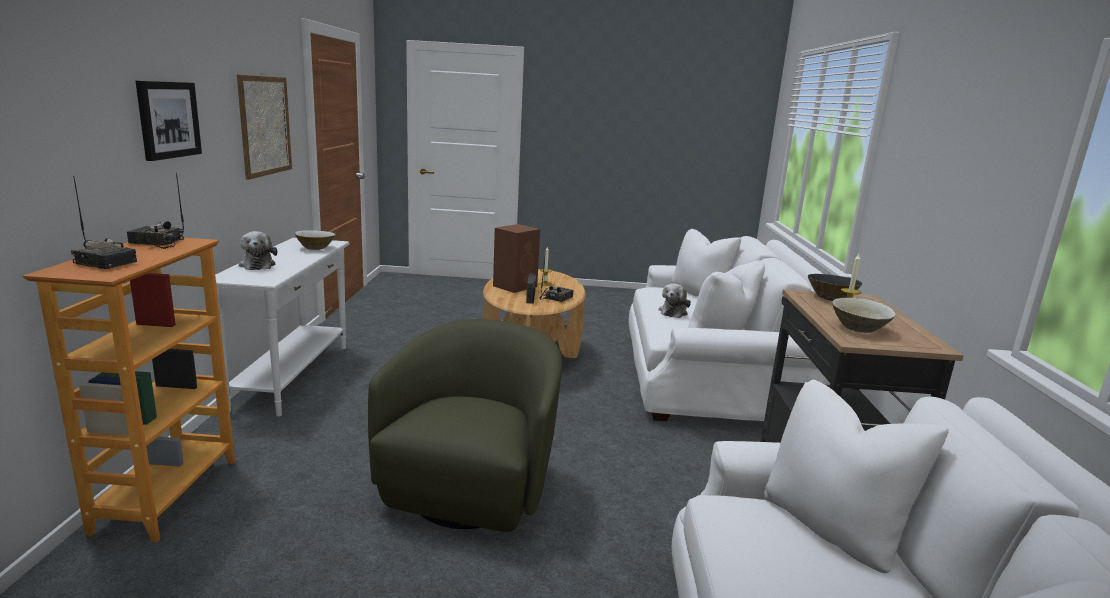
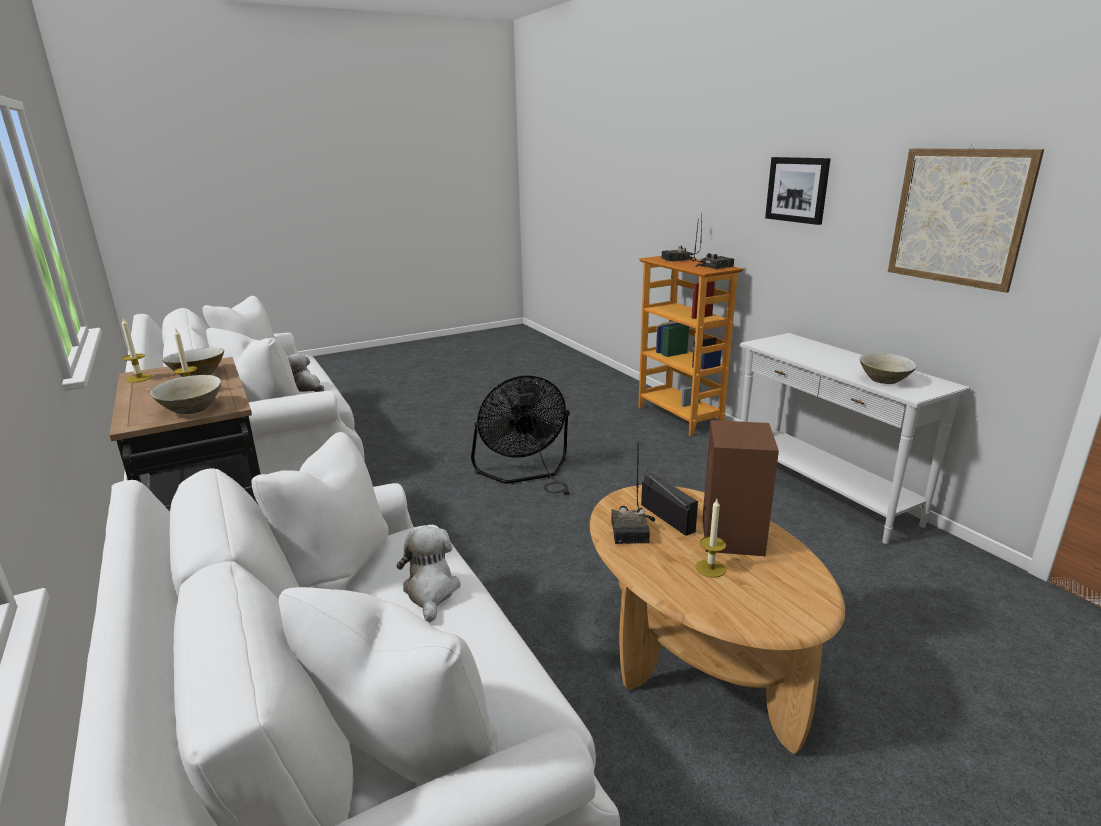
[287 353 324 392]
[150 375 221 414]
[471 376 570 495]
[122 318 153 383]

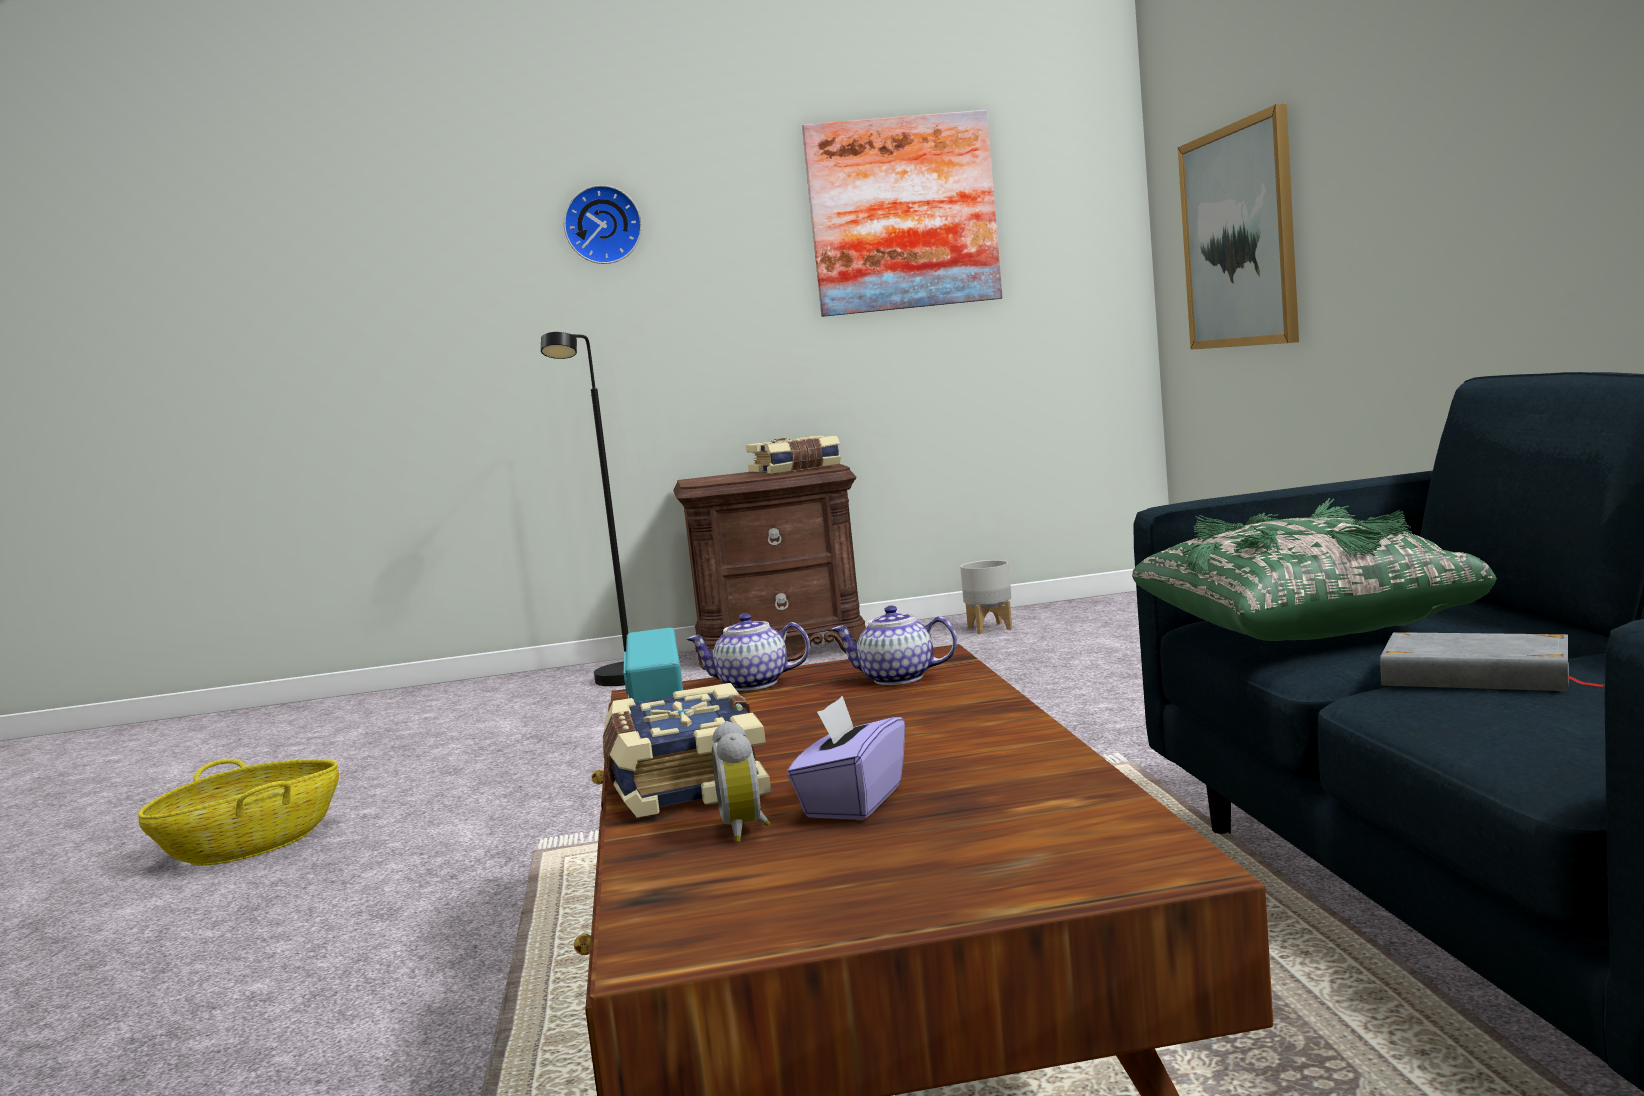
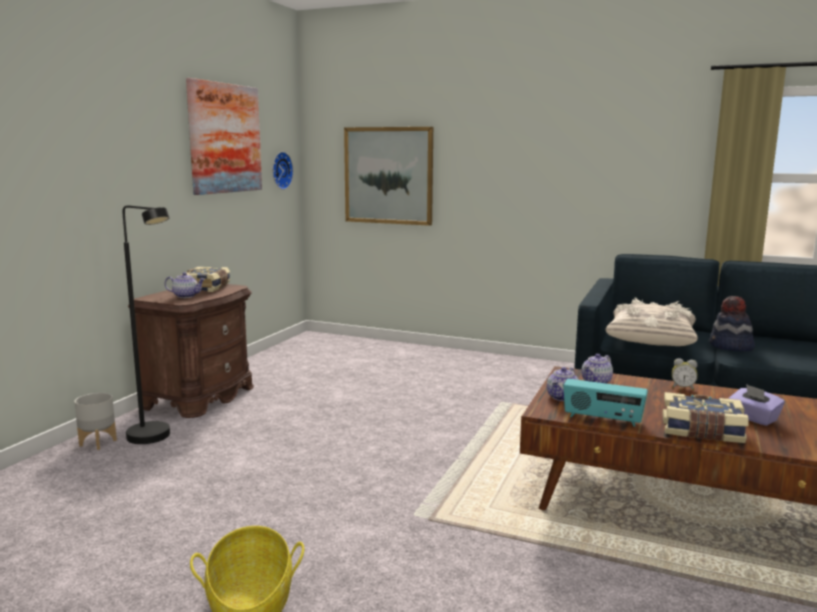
[272 152 293 190]
[606 297 698 346]
[74 393 117 450]
[709 296 755 352]
[672 358 698 390]
[164 272 205 298]

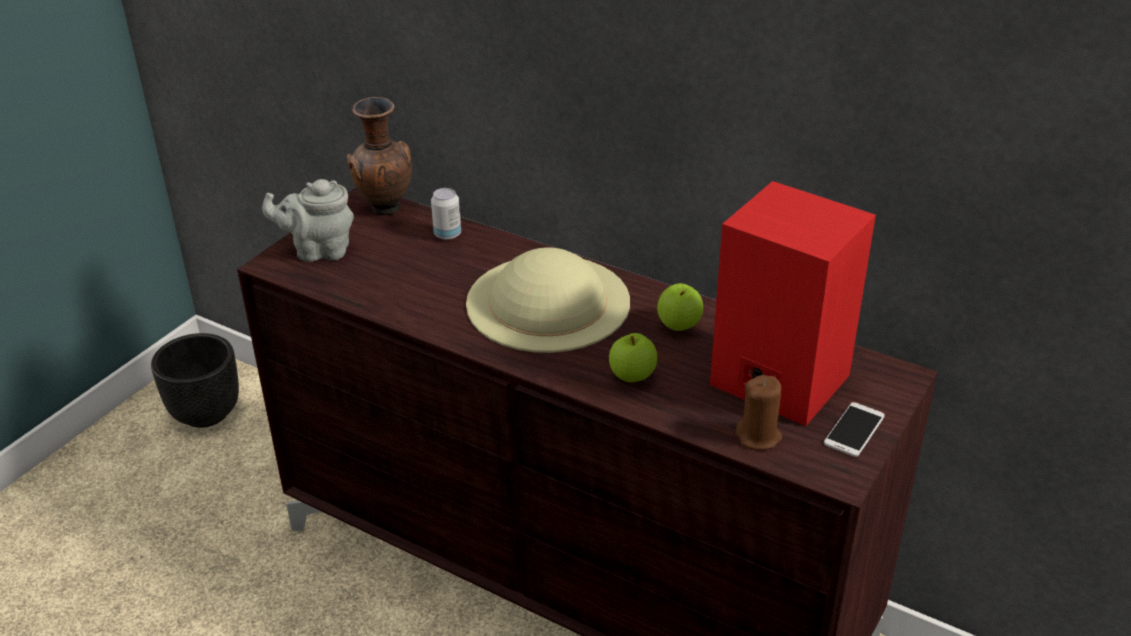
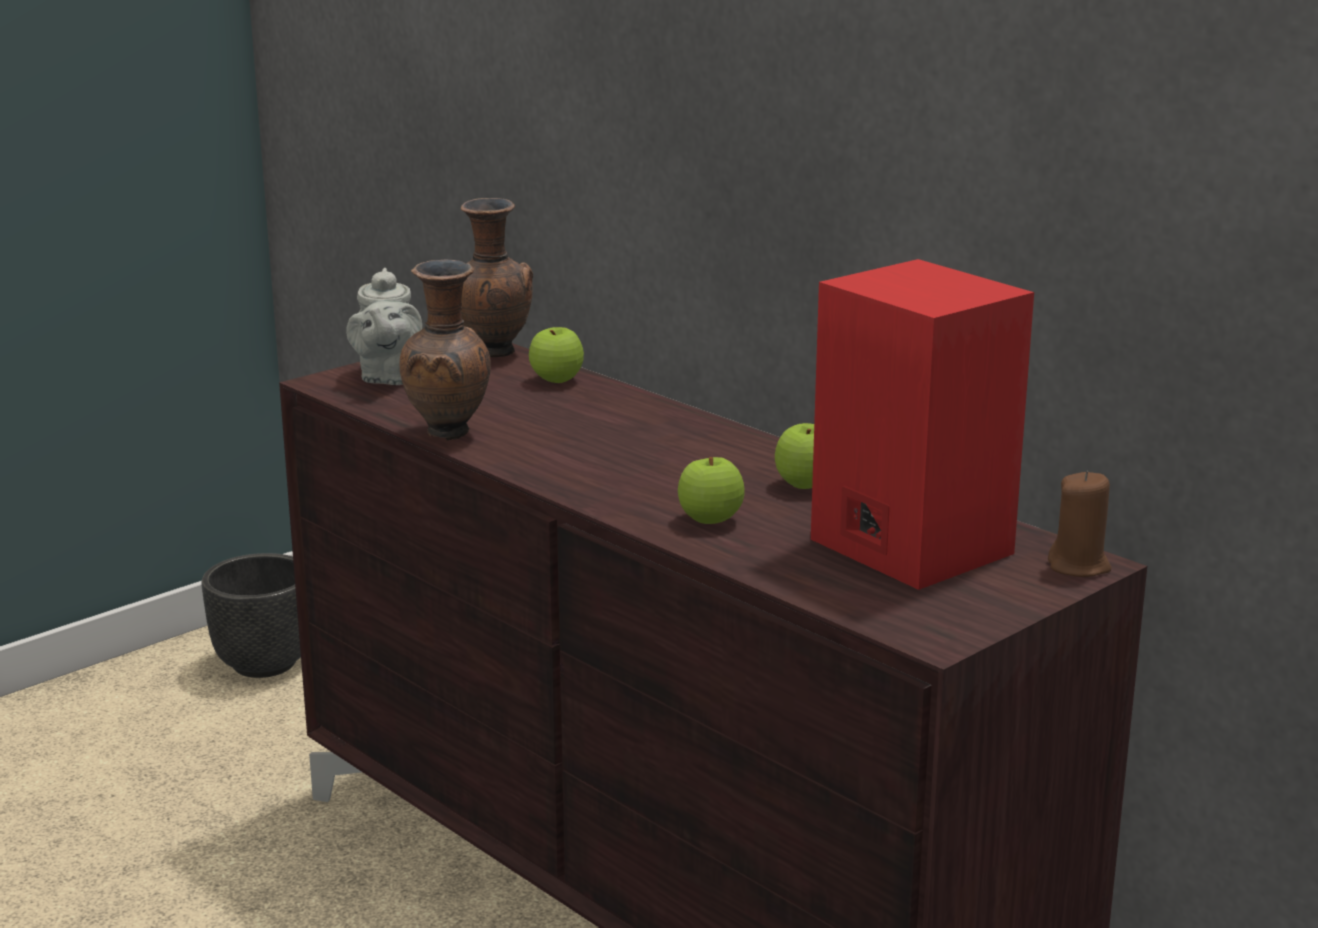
[346 268 422 385]
[529 327 584 383]
[466 247 630 353] (first image)
[1048 471 1111 577]
[824 402 885 457] (first image)
[400 260 491 441]

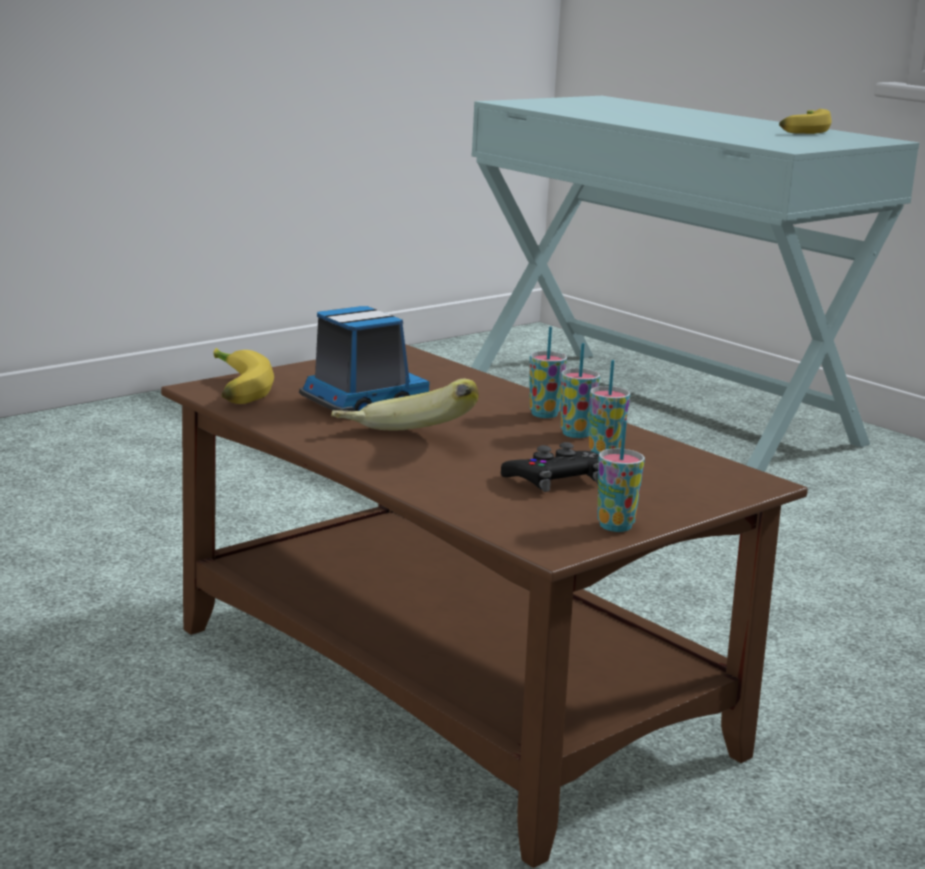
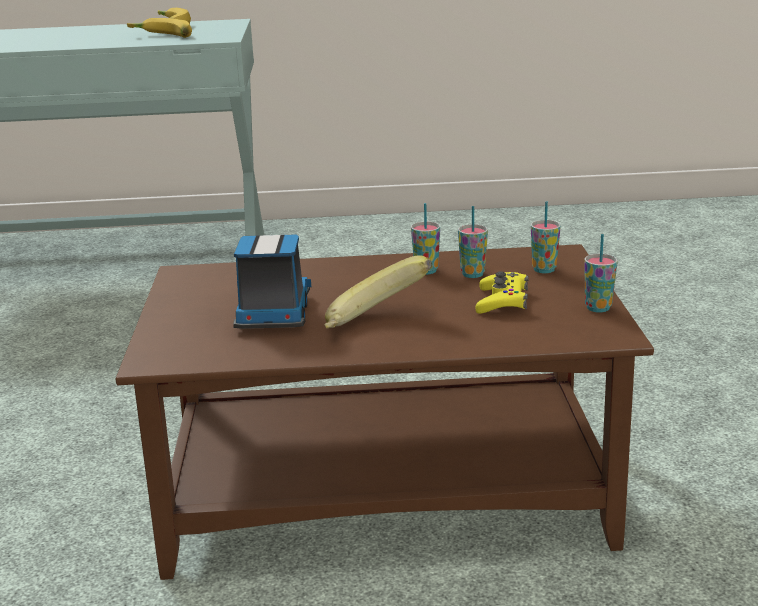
[531 201 561 273]
[127 18 192 38]
[476 271 529 314]

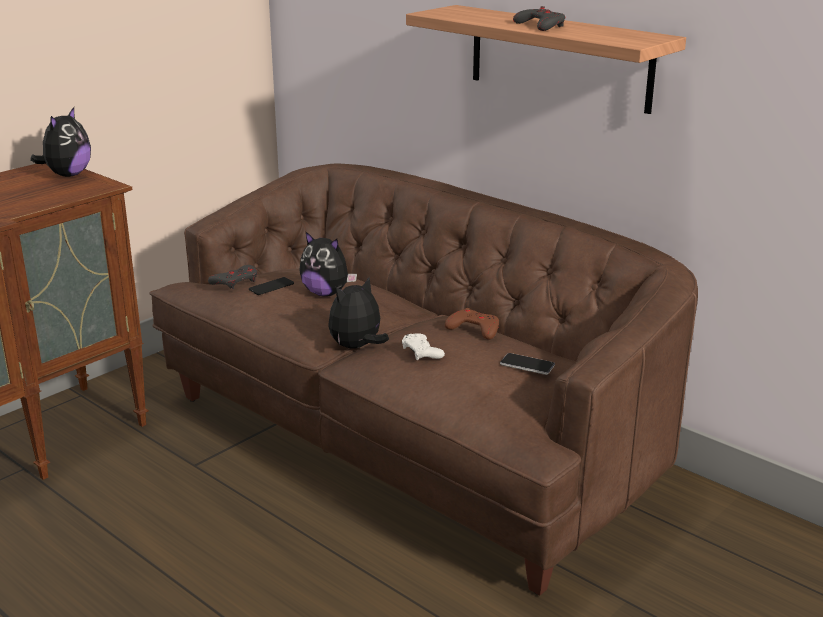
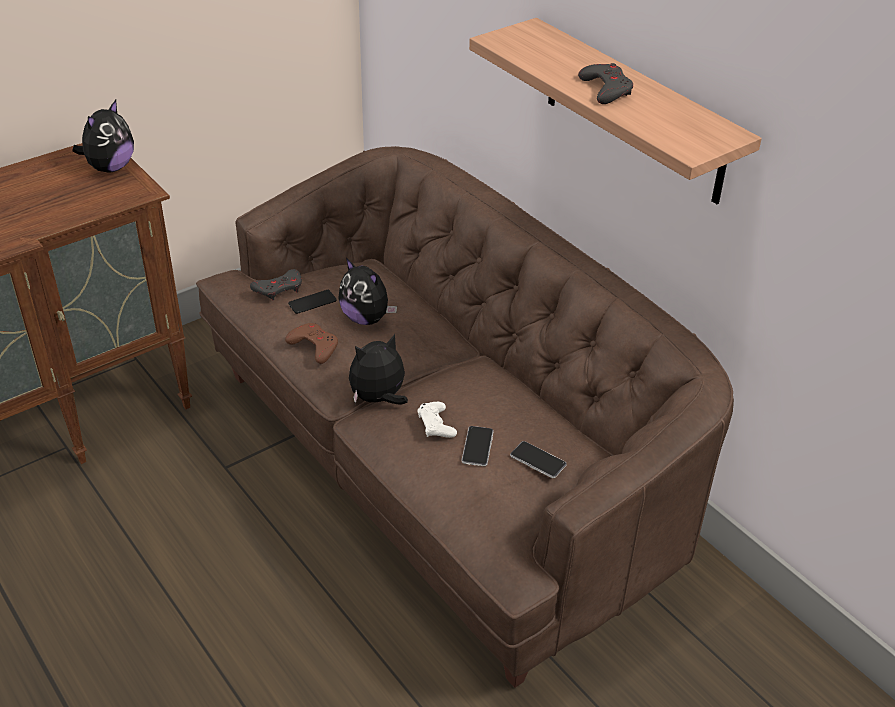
[285 323 338 364]
[461 426 494 466]

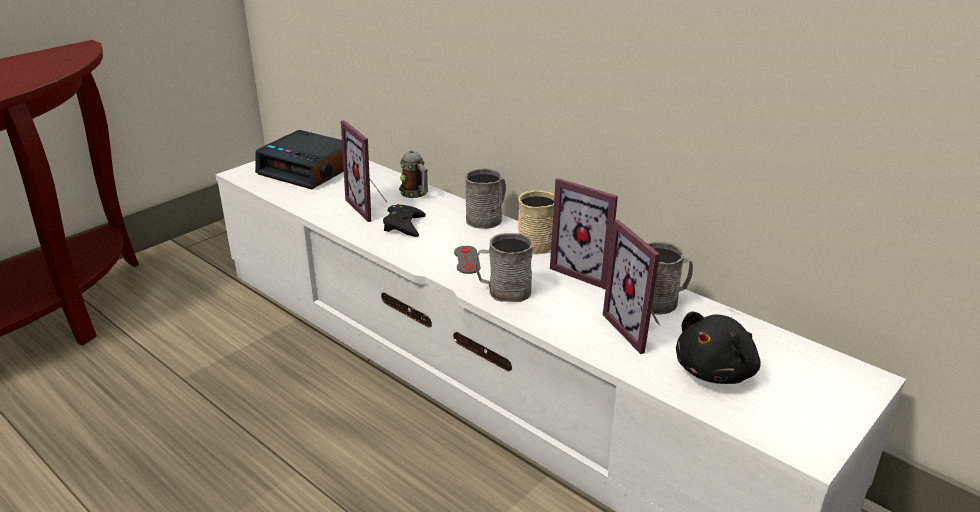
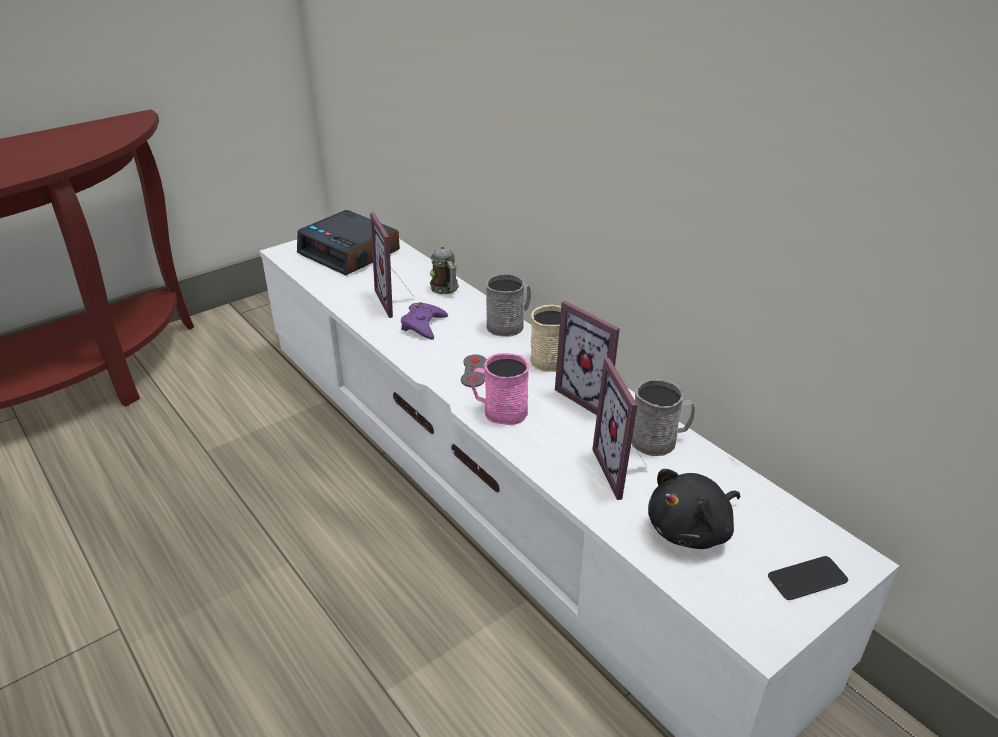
[401 302 448 339]
[471 353 529 425]
[768 556 848 600]

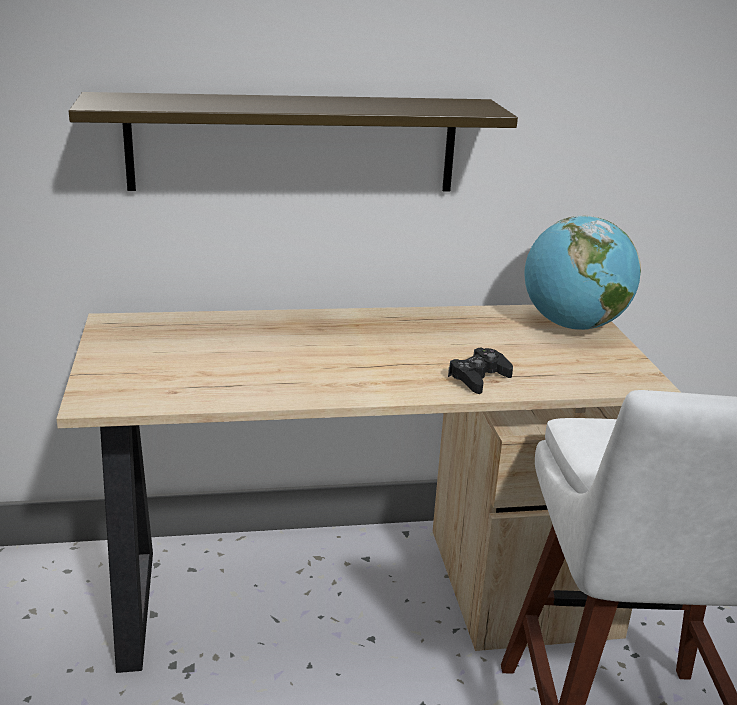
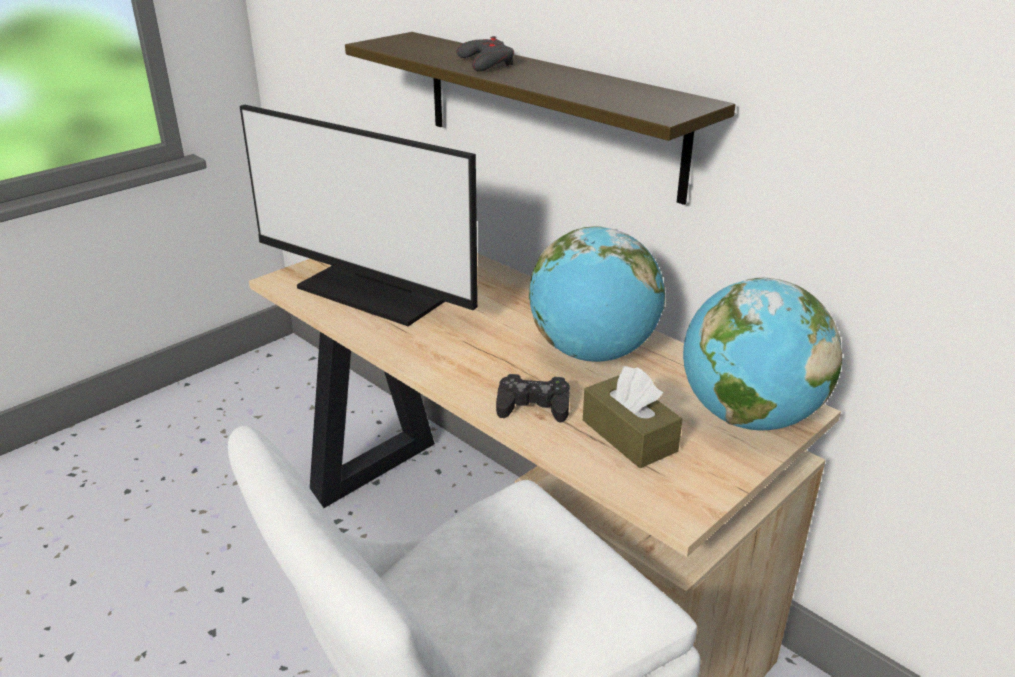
[456 36 514 71]
[240 105 478 326]
[529 226 665 362]
[583 366 683 468]

